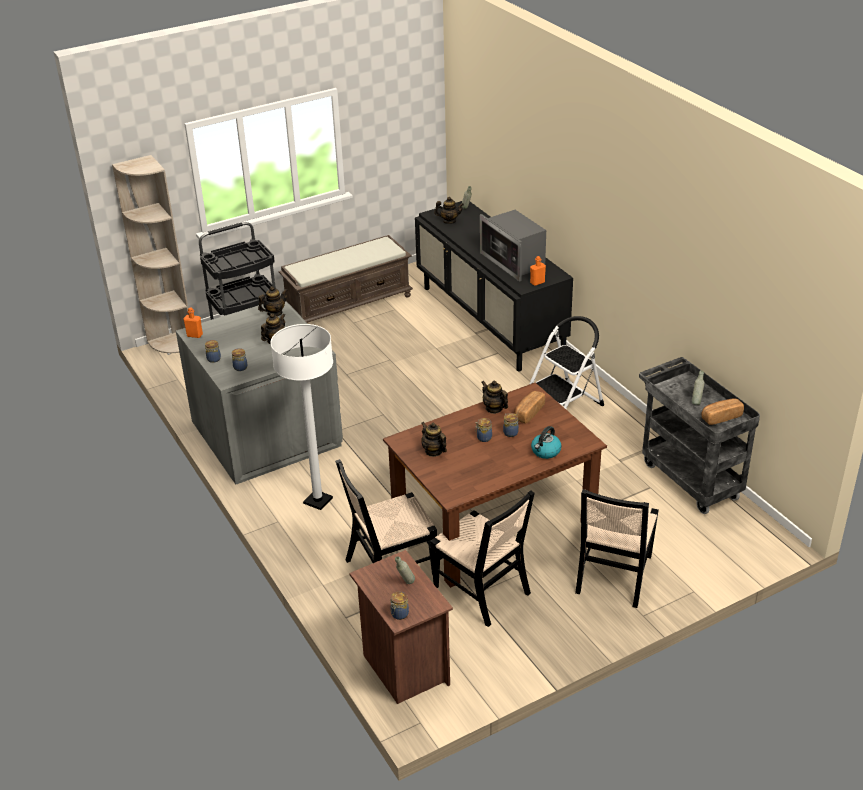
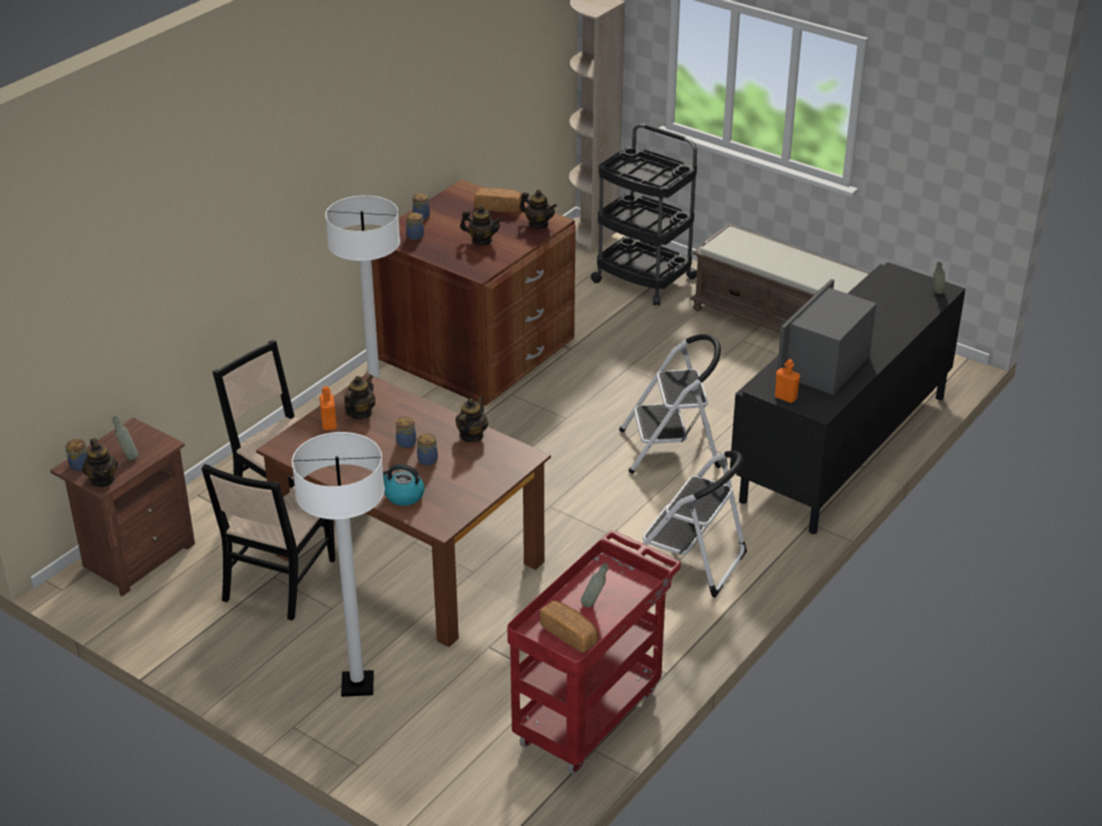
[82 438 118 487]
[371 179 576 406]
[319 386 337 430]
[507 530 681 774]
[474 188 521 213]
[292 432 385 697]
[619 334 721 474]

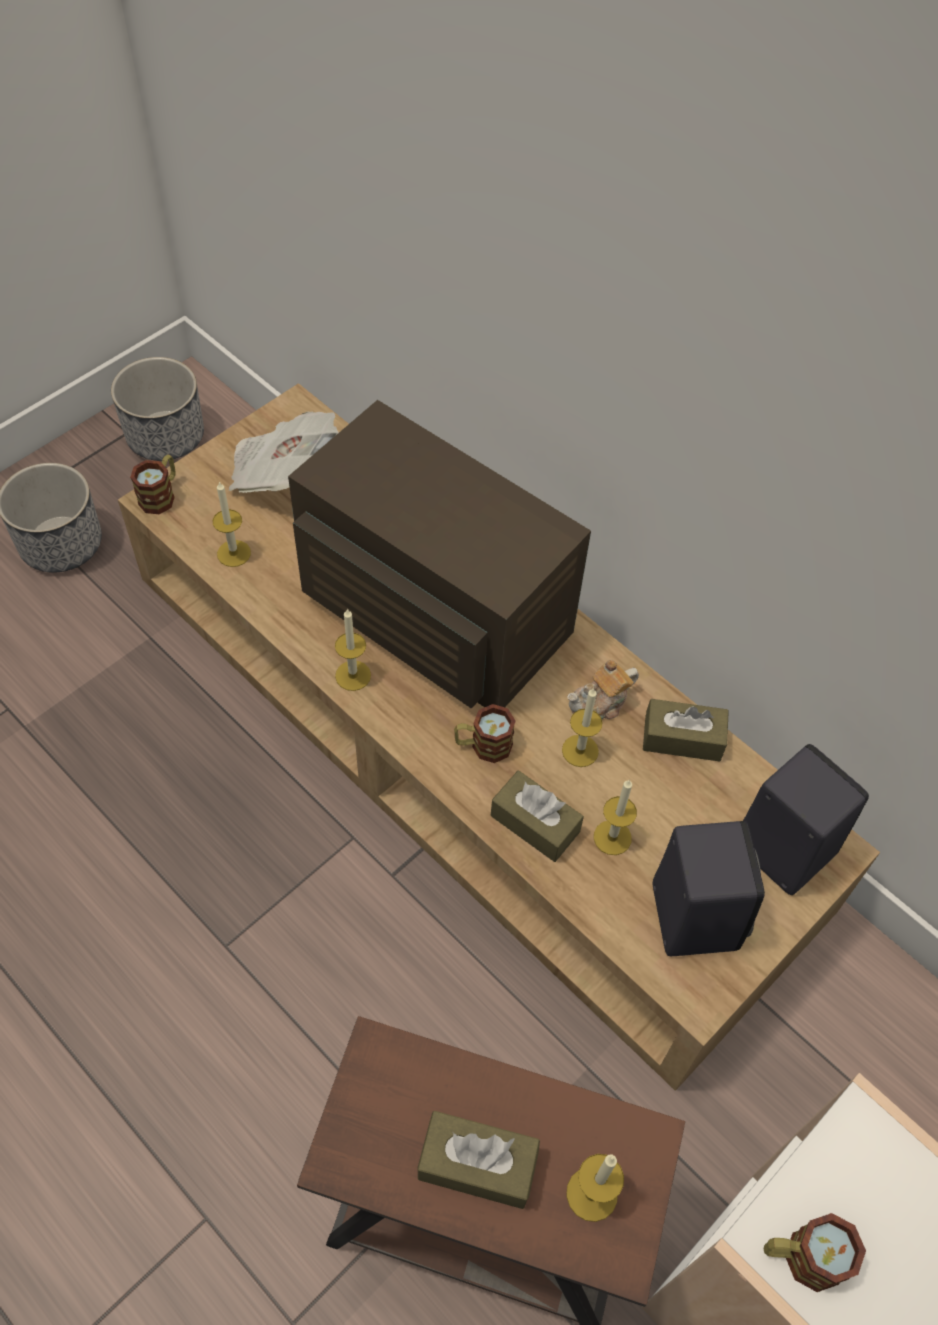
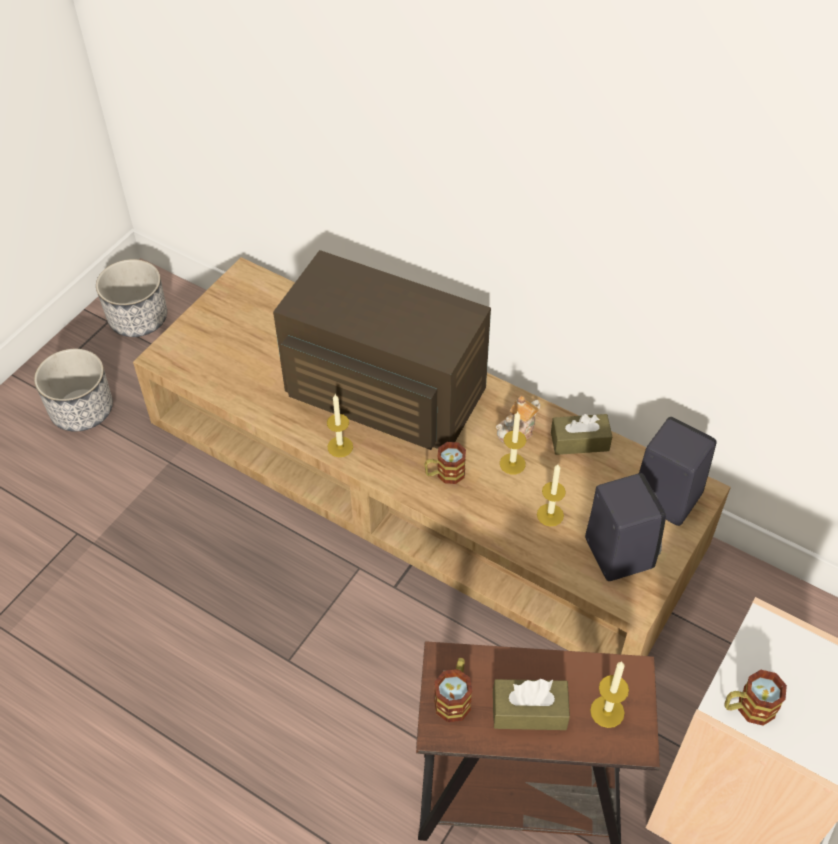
[229 411 338 493] (first image)
[434 658 472 722]
[213 481 251 567] (first image)
[491 771 584 862] (first image)

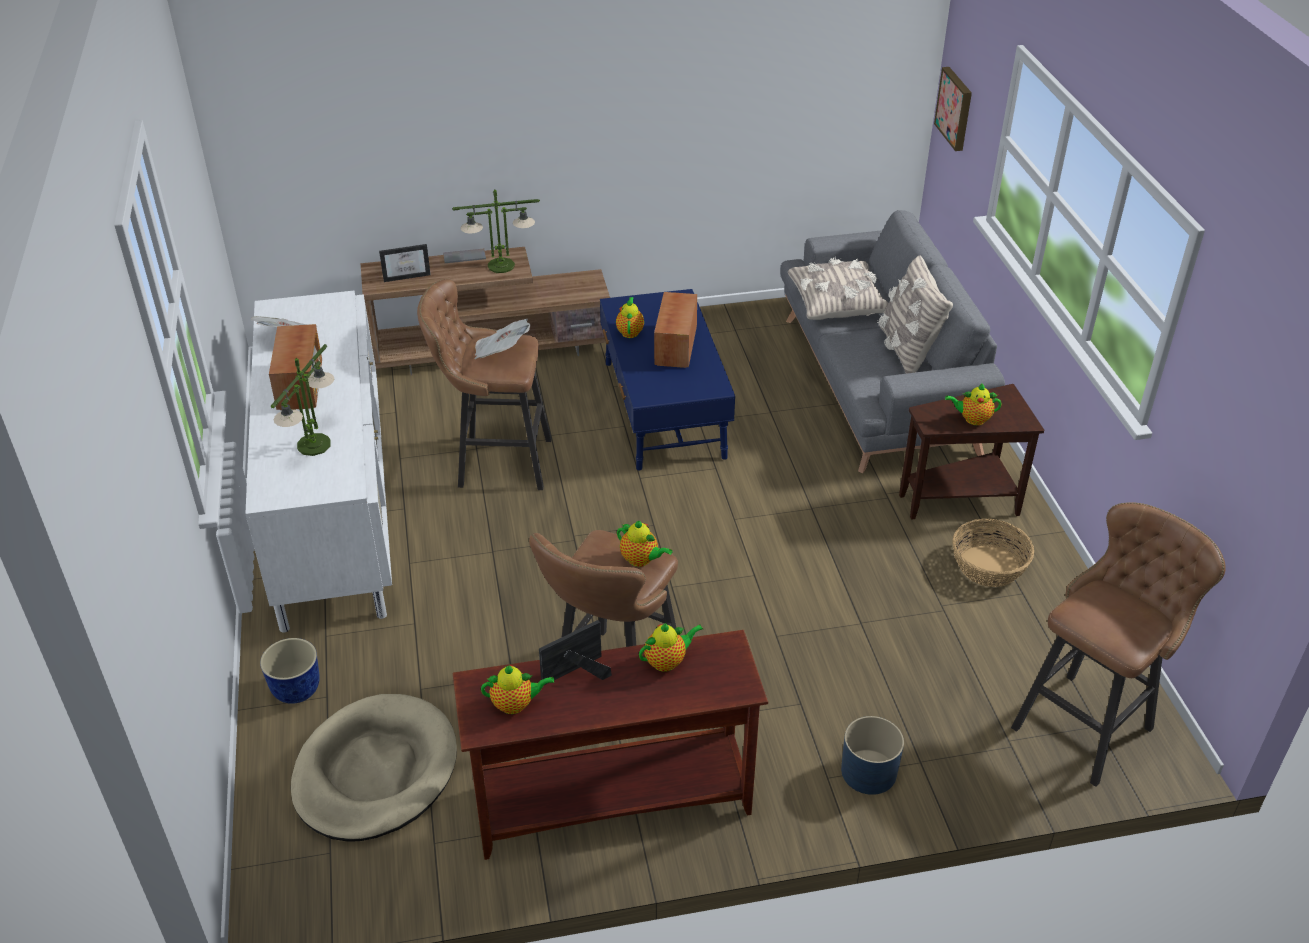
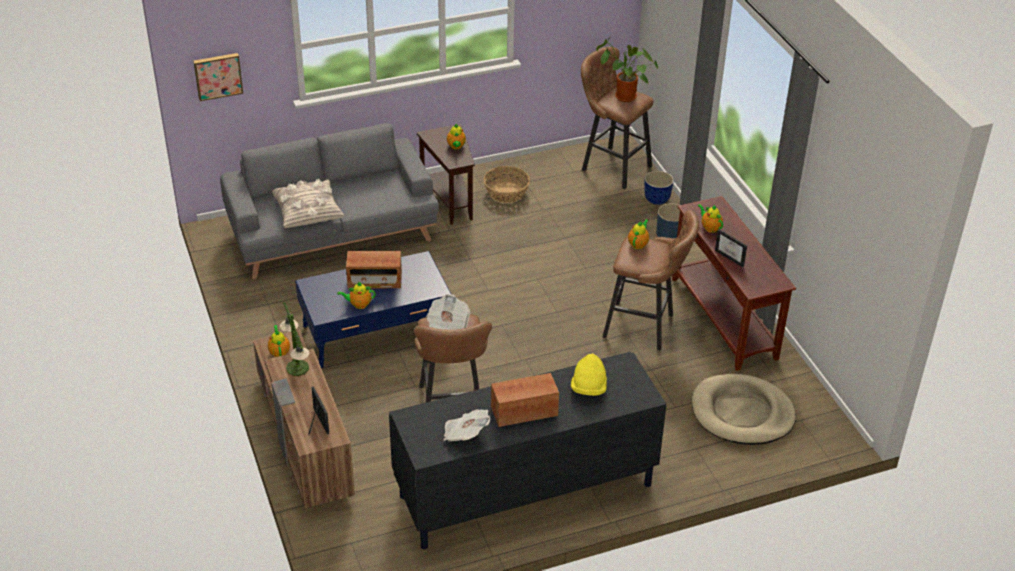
[877 255 953 374] (first image)
[389 352 667 549]
[571 354 607 396]
[645 171 674 205]
[268 325 290 357]
[596 37 658 102]

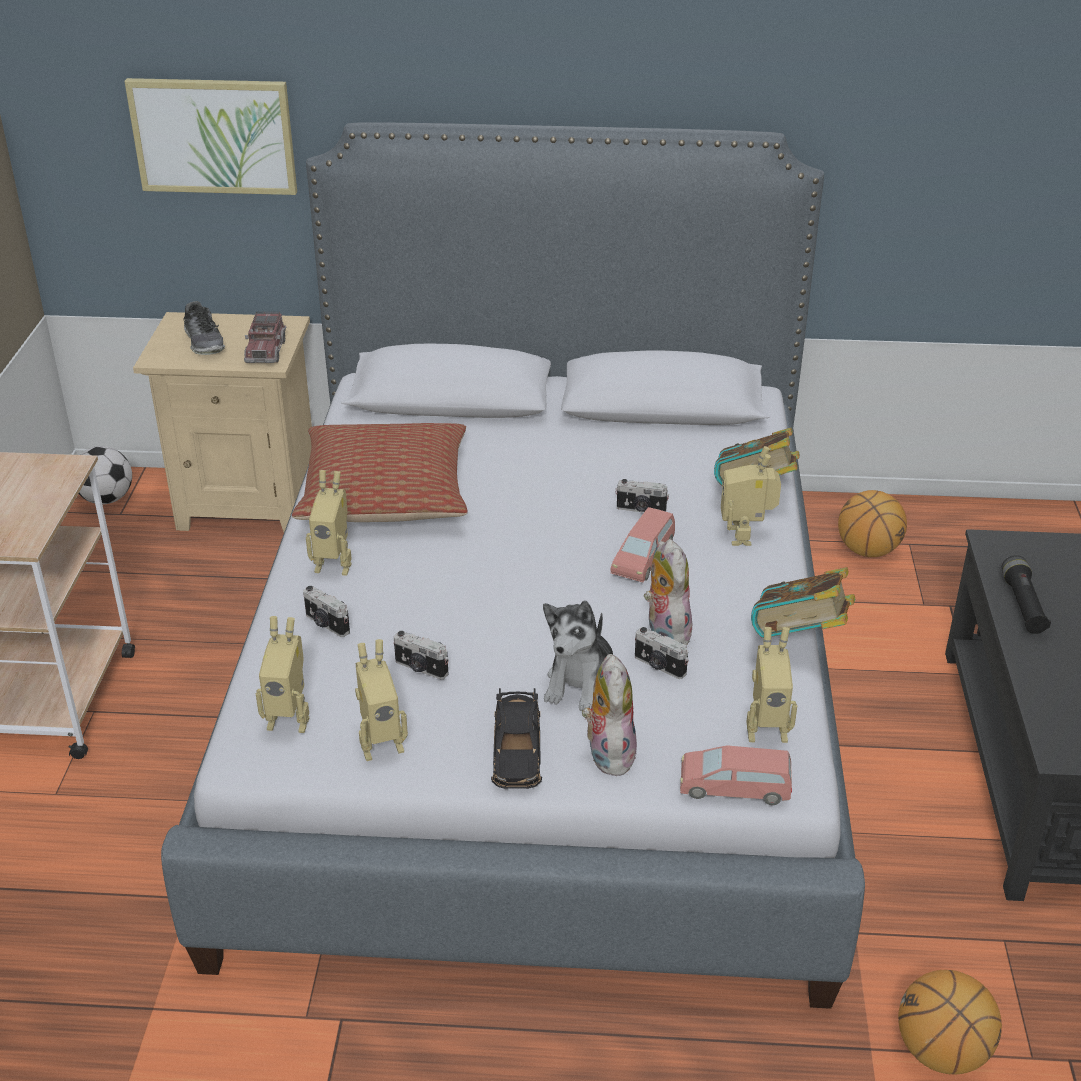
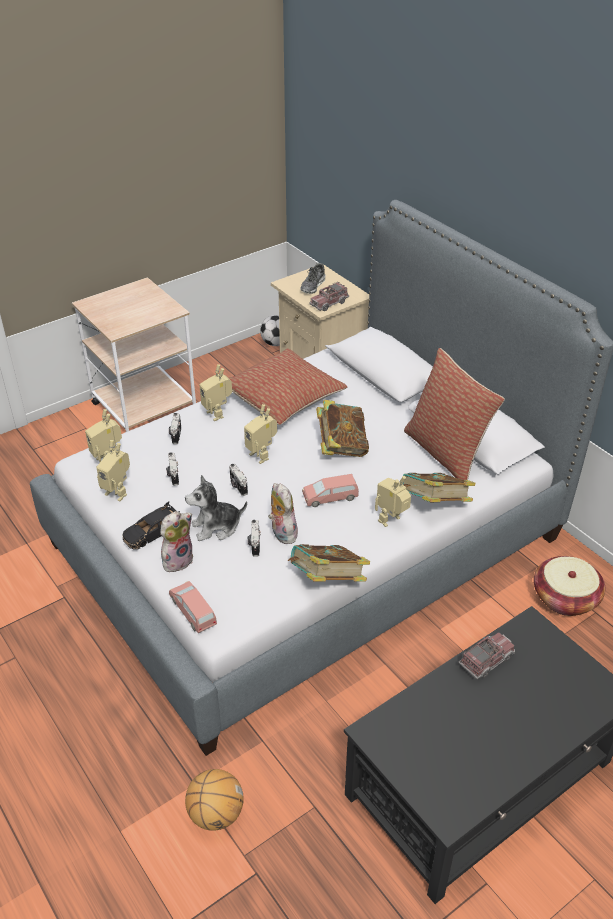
[124 78 297 195] (first image)
[229 464 248 496]
[534 556 605 616]
[268 483 298 544]
[458 632 515 679]
[244 404 277 464]
[404 348 505 480]
[316 400 369 457]

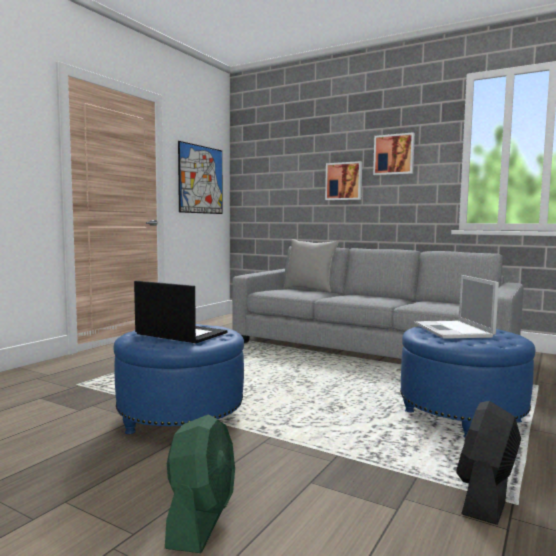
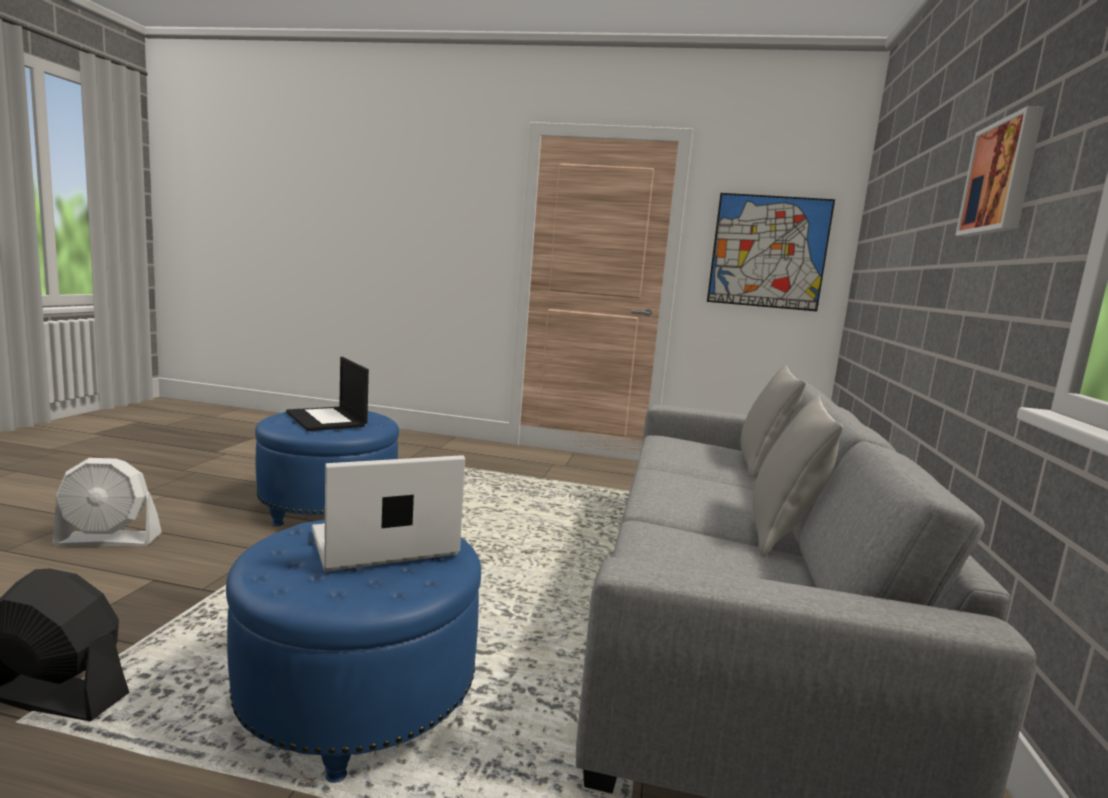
[325 161 362 200] (first image)
[286 357 369 431]
[52 458 162 546]
[753 395 843 557]

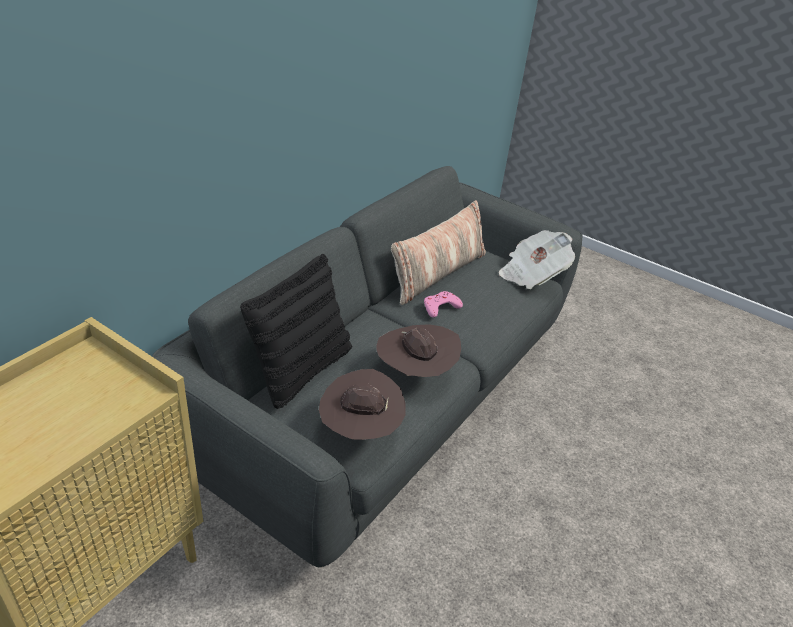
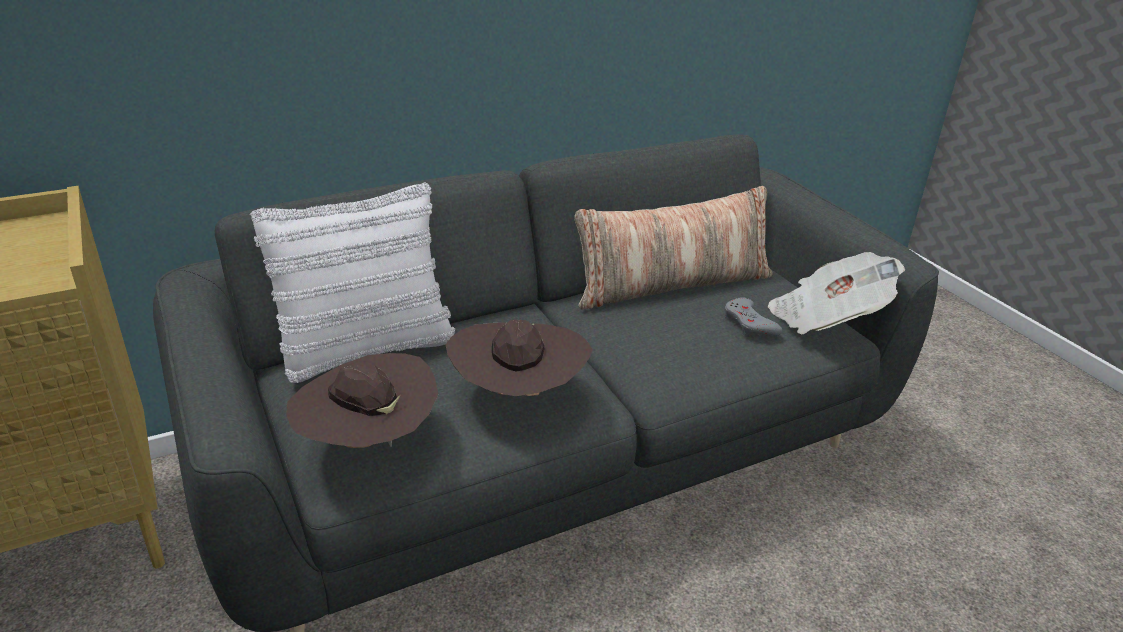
[250 182 455 383]
[424 291 463 318] (first image)
[725 297 782 336]

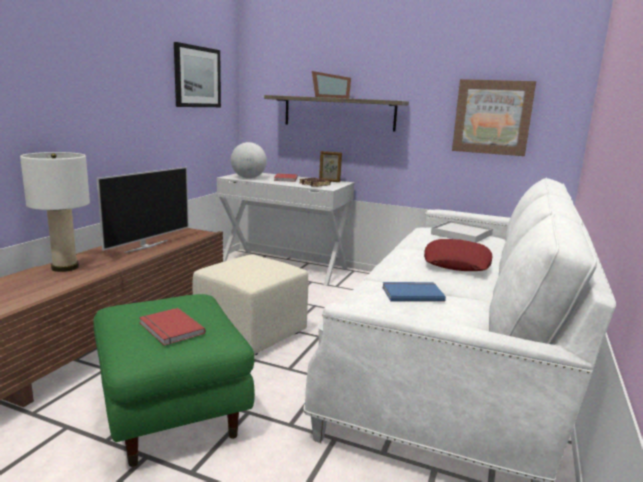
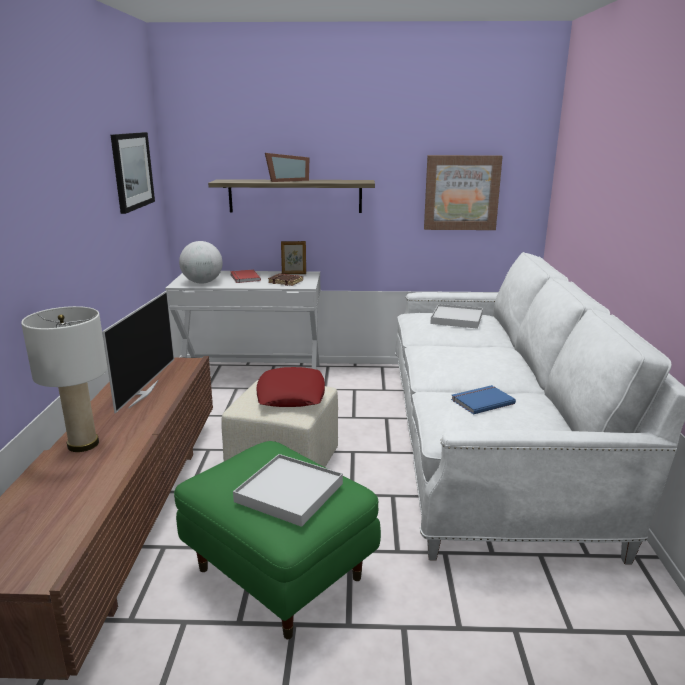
[256 367 325 407]
[233 454 343 527]

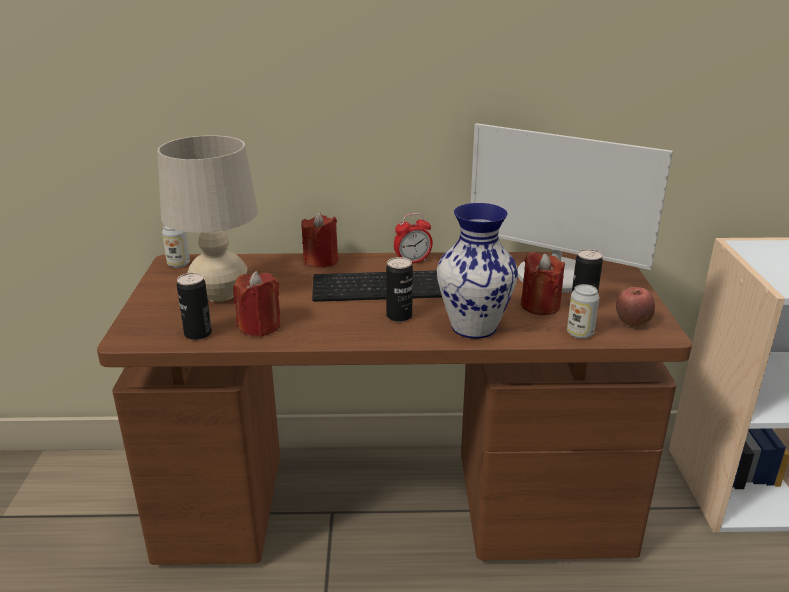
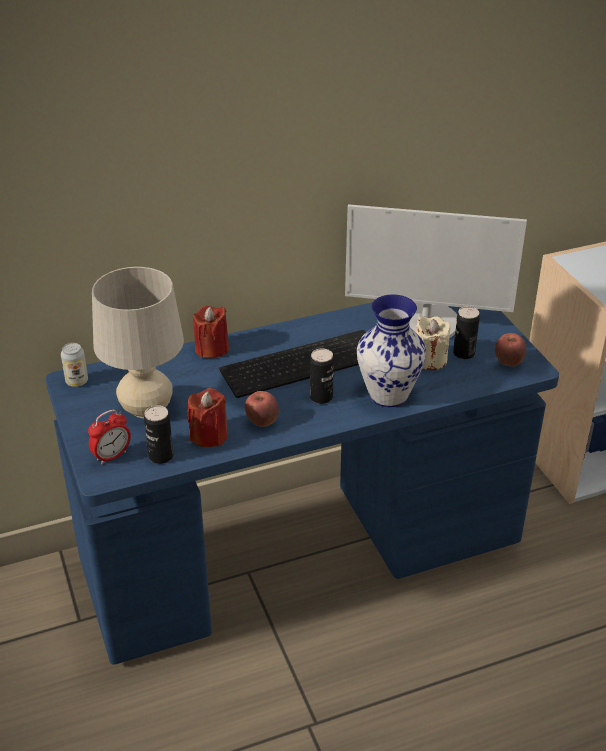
[88 409 131 464]
[46 302 559 665]
[416 316 450 370]
[567 284 599 339] (first image)
[245 391 279 427]

